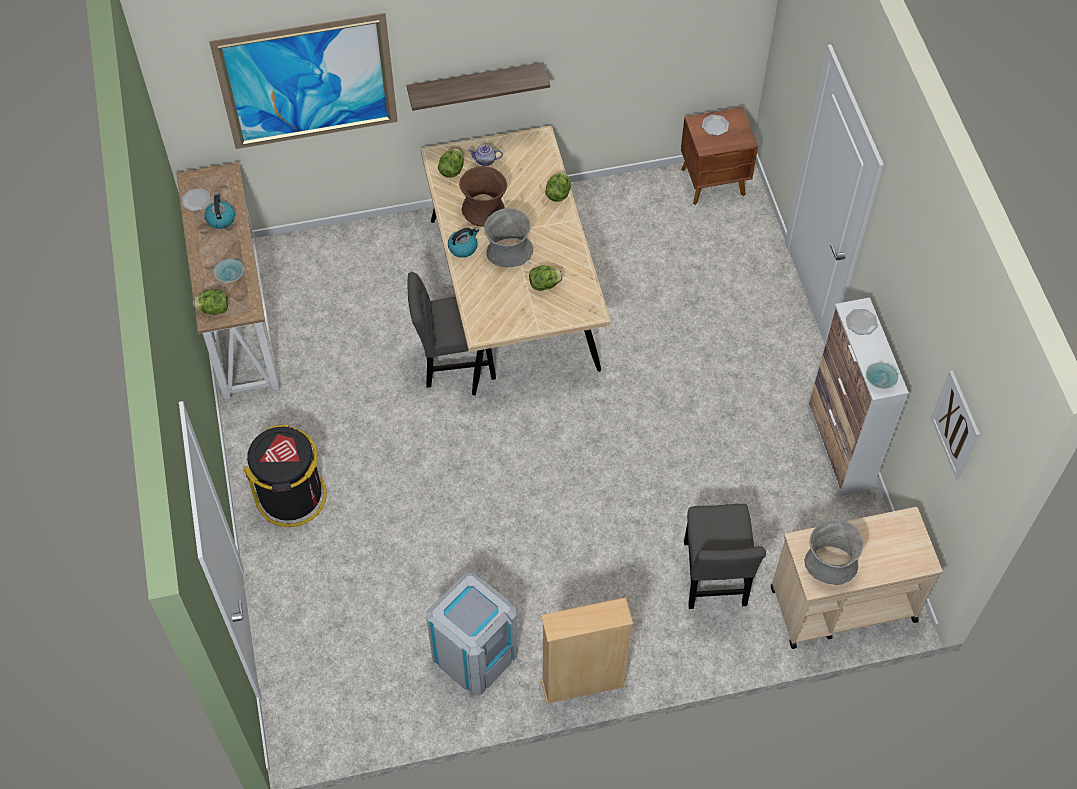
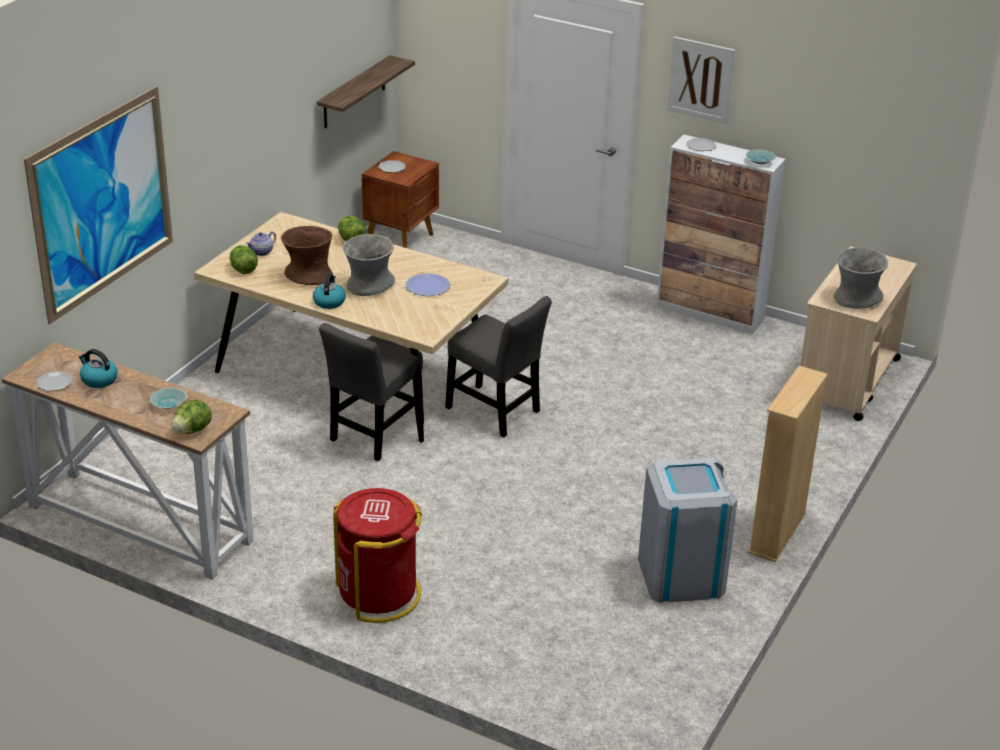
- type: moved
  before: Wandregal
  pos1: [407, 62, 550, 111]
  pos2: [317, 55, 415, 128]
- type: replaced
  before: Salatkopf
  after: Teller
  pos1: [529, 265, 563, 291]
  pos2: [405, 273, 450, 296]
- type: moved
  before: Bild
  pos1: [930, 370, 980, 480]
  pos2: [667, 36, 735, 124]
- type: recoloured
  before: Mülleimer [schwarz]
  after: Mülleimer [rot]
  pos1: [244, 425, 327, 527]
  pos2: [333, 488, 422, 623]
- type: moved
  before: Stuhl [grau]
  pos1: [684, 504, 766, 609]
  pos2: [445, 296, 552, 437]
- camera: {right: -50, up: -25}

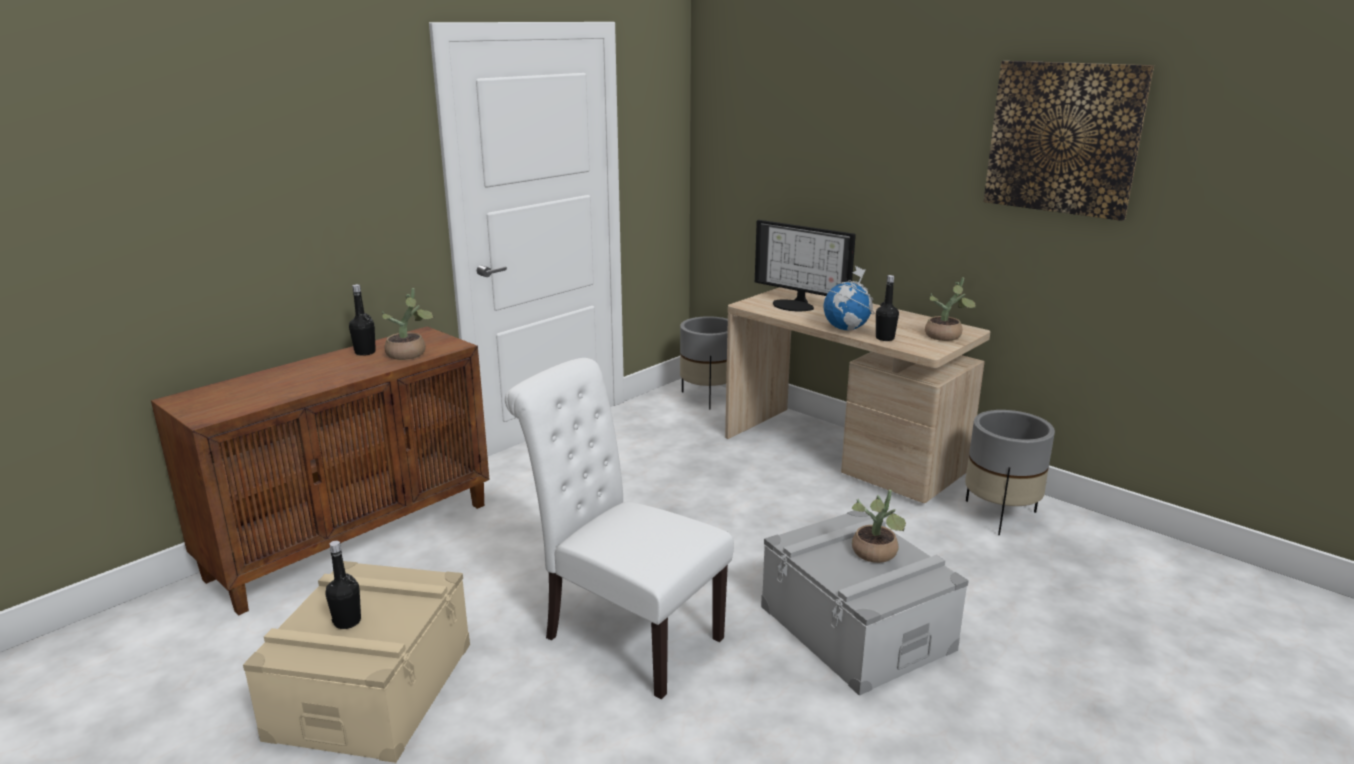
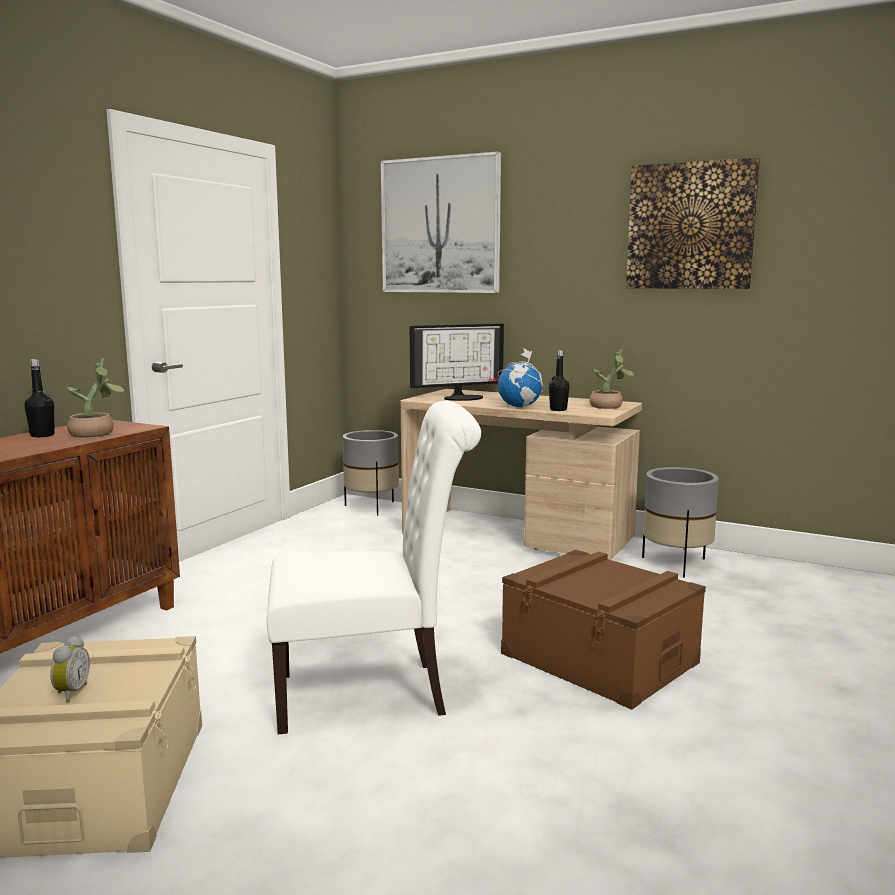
- type: turned
  before: Monitor
  pos1: [755, 220, 856, 312]
  pos2: [410, 323, 504, 401]
  turn: -45
- type: turned
  before: Stuhl [weiß]
  pos1: [505, 358, 734, 699]
  pos2: [267, 401, 481, 734]
  turn: 150
- type: removed
  before: Topfpflanze
  pos1: [852, 490, 906, 563]
- type: recoloured
  before: Aufbewahrungsbox [grau]
  after: Aufbewahrungsbox [braun]
  pos1: [761, 510, 969, 696]
  pos2: [501, 550, 706, 710]
- type: replaced
  before: Flasche [schwarz]
  after: Wecker
  pos1: [325, 541, 361, 629]
  pos2: [50, 636, 90, 702]
- type: added
  after: Bild
  pos2: [381, 152, 501, 293]
- camera: {right: -15, up: -10}

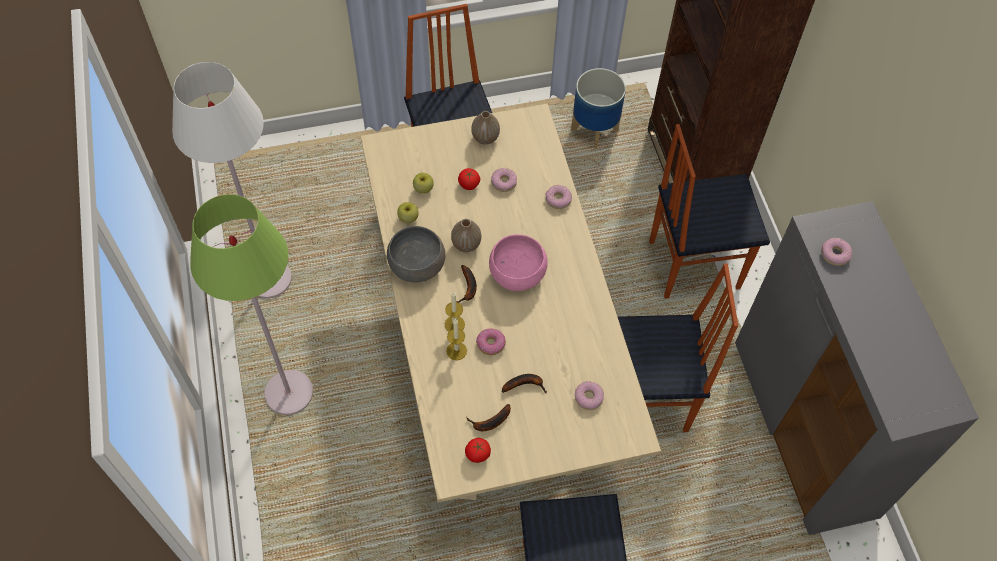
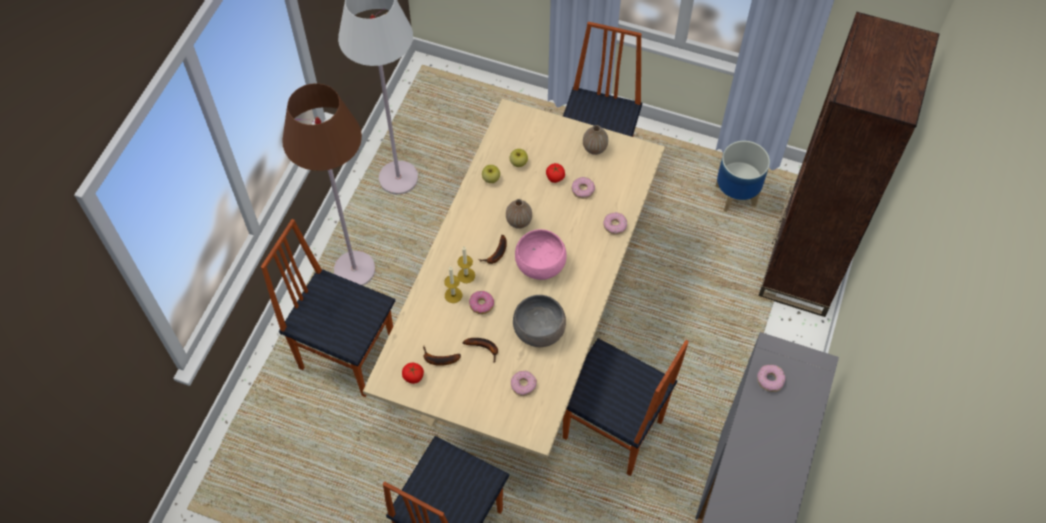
- type: moved
  before: Stuhl
  pos1: [649, 124, 770, 299]
  pos2: [261, 219, 395, 397]
- type: recoloured
  before: Stehlampe [grün]
  after: Stehlampe [braun]
  pos1: [190, 194, 313, 415]
  pos2: [282, 83, 375, 286]
- type: moved
  before: Schüssel [grau]
  pos1: [387, 226, 446, 283]
  pos2: [513, 295, 566, 347]
- camera: {right: 35, up: 0}

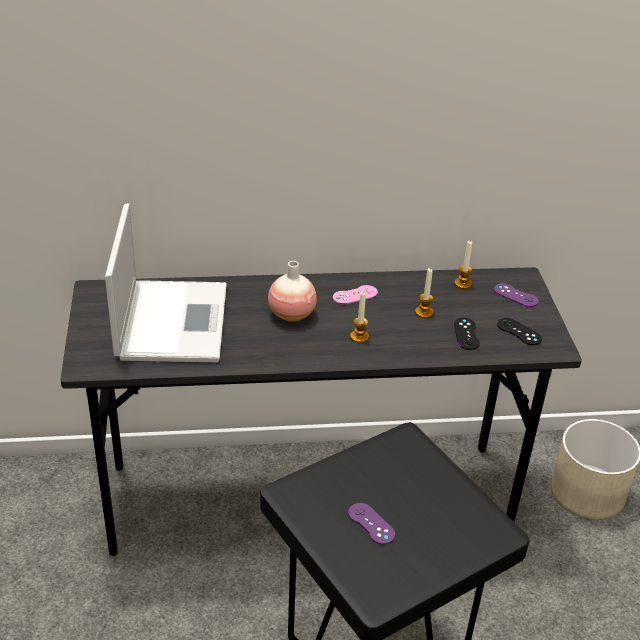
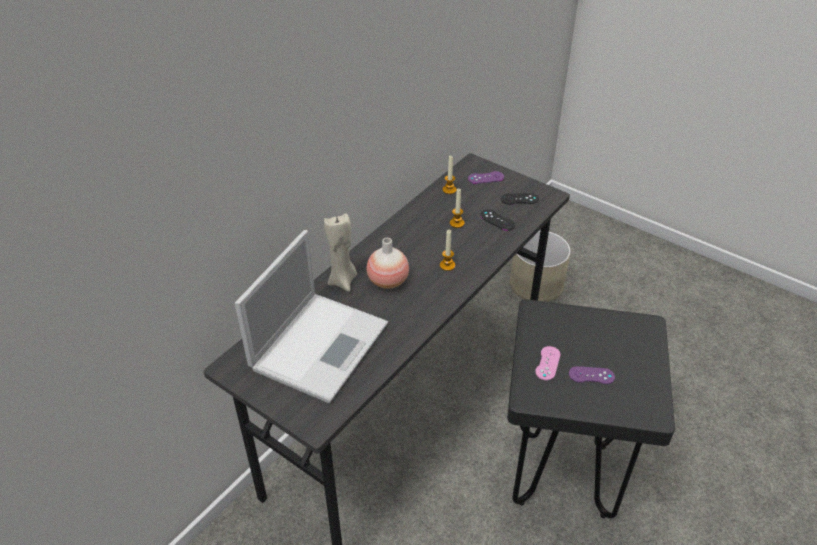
- type: turned
  before: Laptop
  pos1: [105, 203, 227, 362]
  pos2: [235, 230, 388, 403]
  turn: 75
- type: moved
  before: Gamepad [rosa]
  pos1: [333, 285, 378, 304]
  pos2: [535, 346, 561, 380]
- type: added
  after: Kerze [beige]
  pos2: [324, 213, 357, 292]
- camera: {right: -45, up: 5}

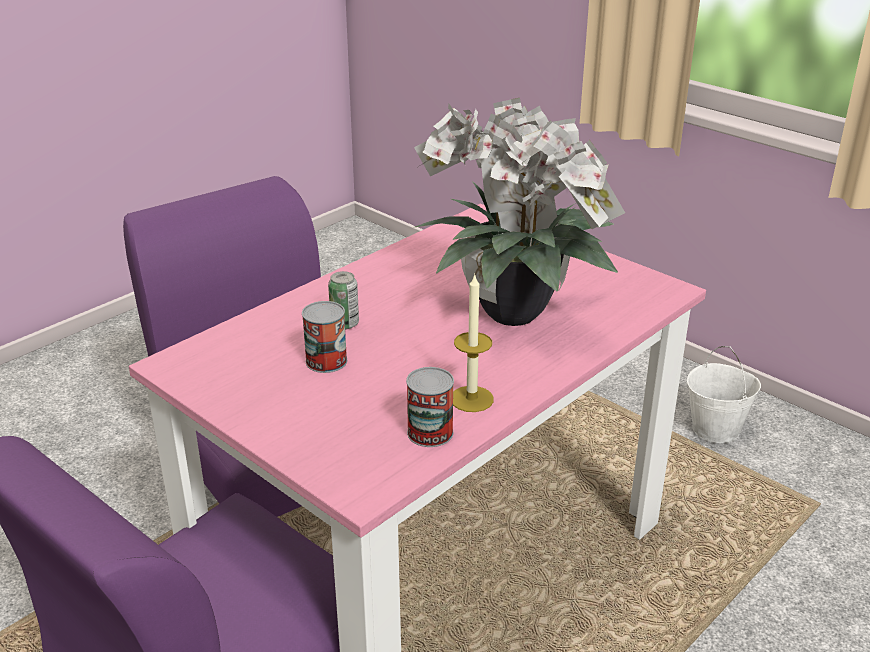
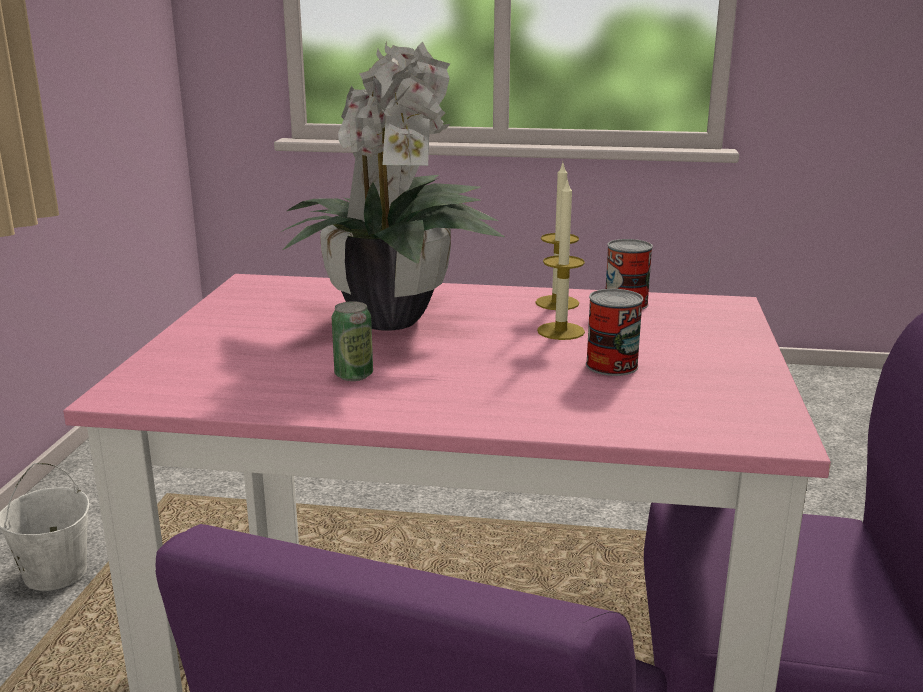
- type: moved
  before: Dose
  pos1: [328, 271, 359, 330]
  pos2: [332, 301, 373, 381]
- type: added
  after: Kerze
  pos2: [537, 178, 585, 340]
- camera: {right: -125, up: -10}

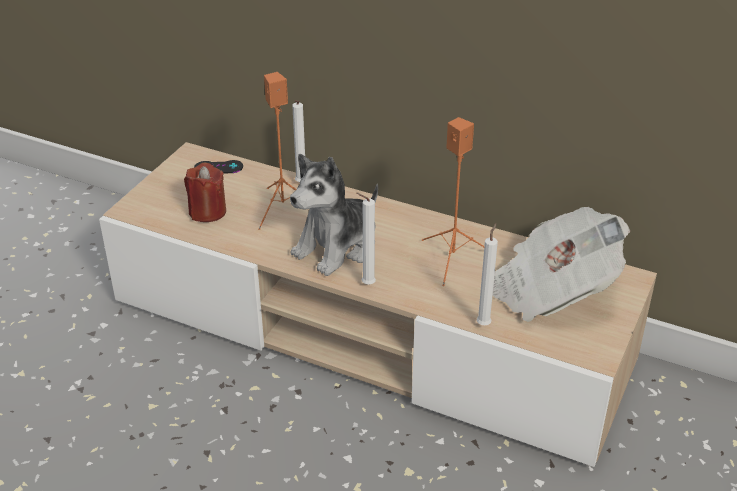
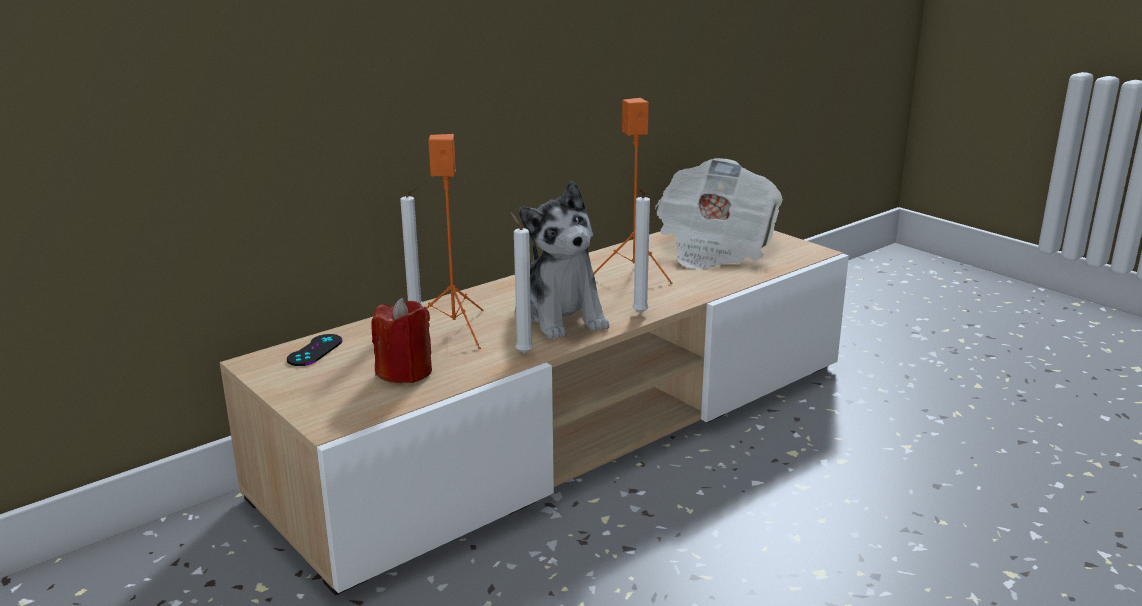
- type: moved
  before: Kerze [weiß]
  pos1: [477, 224, 498, 325]
  pos2: [510, 213, 533, 354]
- camera: {right: -65, up: -15}

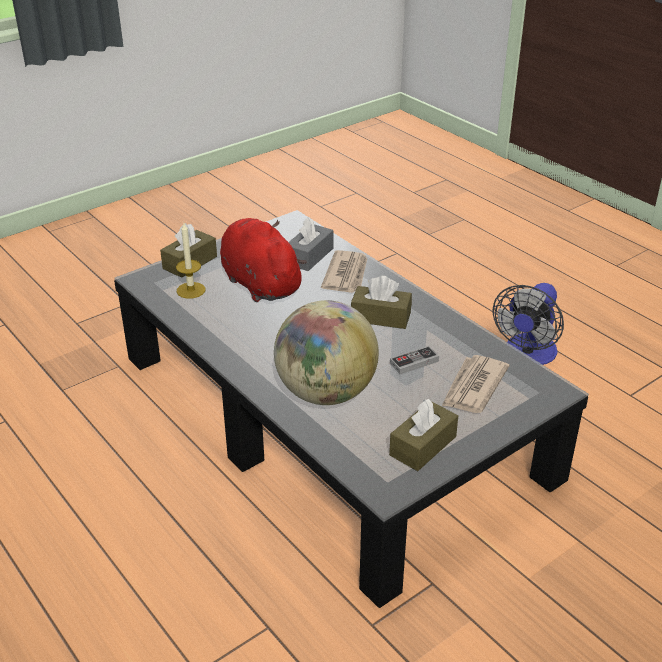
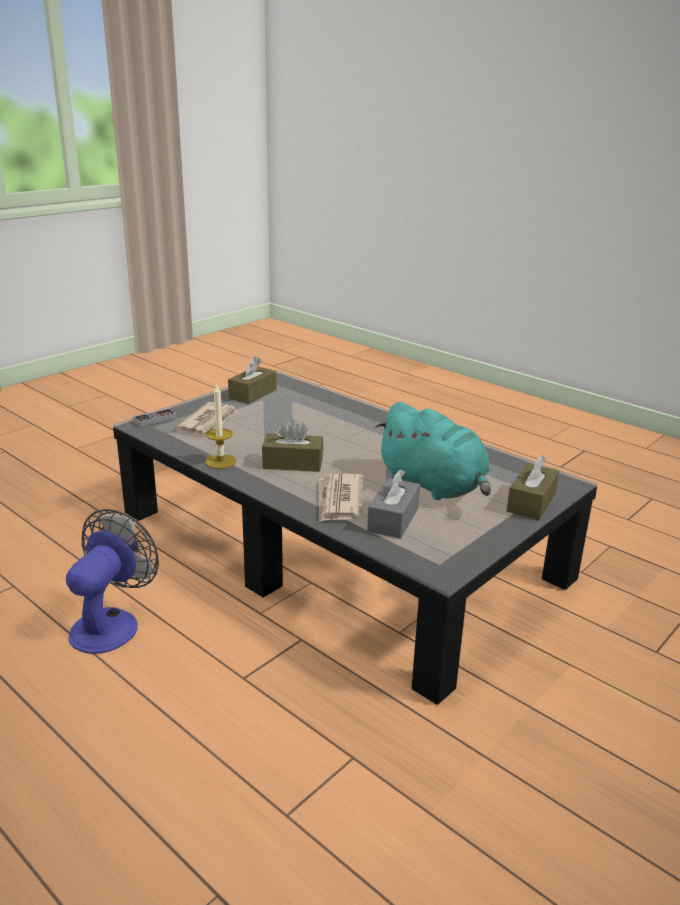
- type: recoloured
  before: Plüschtier [rot]
  after: Plüschtier [türkis]
  pos1: [220, 218, 307, 302]
  pos2: [375, 402, 491, 500]
- type: moved
  before: Kerze
  pos1: [176, 223, 206, 299]
  pos2: [205, 385, 236, 469]
- type: removed
  before: Globus
  pos1: [274, 300, 379, 405]
- type: moved
  before: Gamepad
  pos1: [390, 346, 439, 374]
  pos2: [133, 408, 177, 427]
- camera: {right: 170, up: -10}

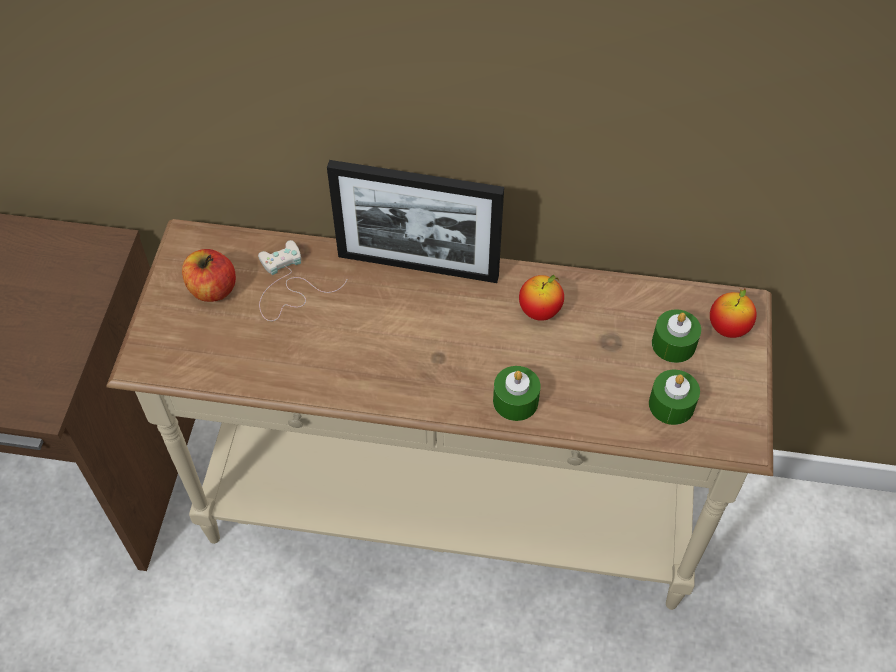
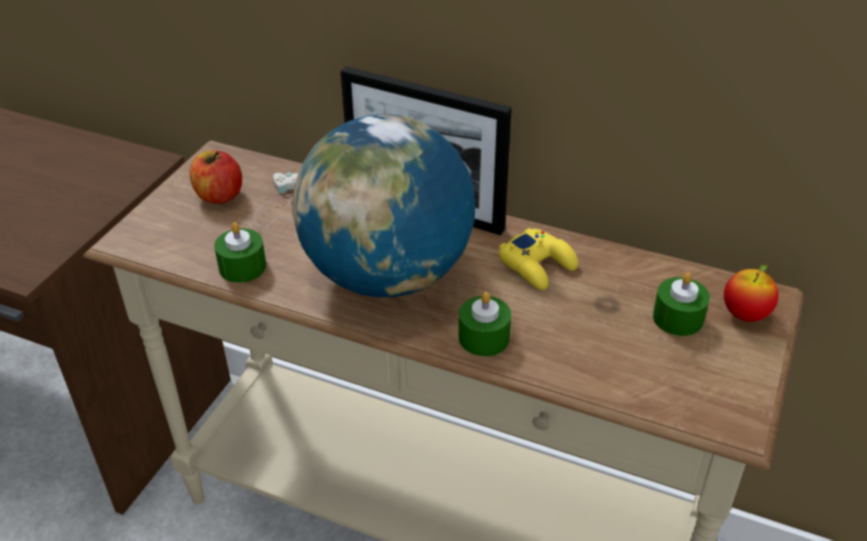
- type: replaced
  before: Apfel
  after: Gamepad [gelb]
  pos1: [519, 275, 564, 321]
  pos2: [499, 228, 578, 290]
- type: moved
  before: Kerze [grün]
  pos1: [649, 370, 700, 425]
  pos2: [214, 222, 266, 283]
- type: added
  after: Globus
  pos2: [292, 114, 475, 297]
- camera: {right: 15, up: -15}

